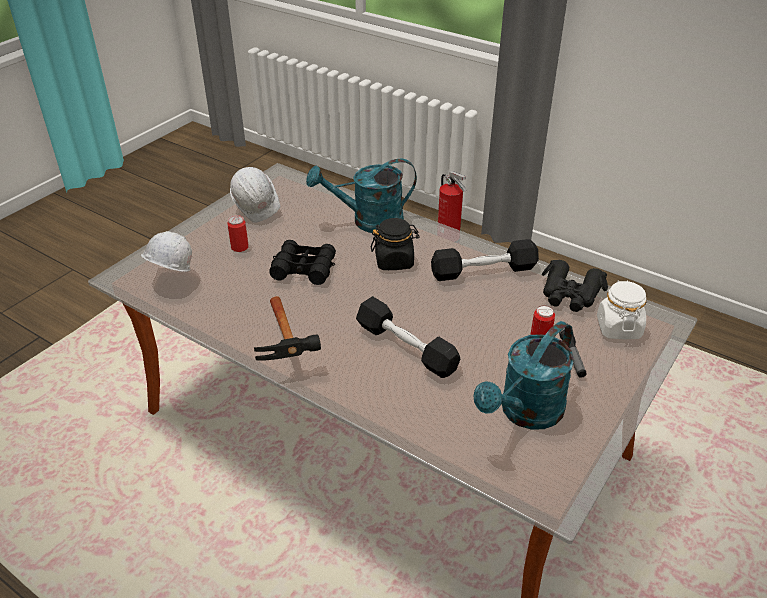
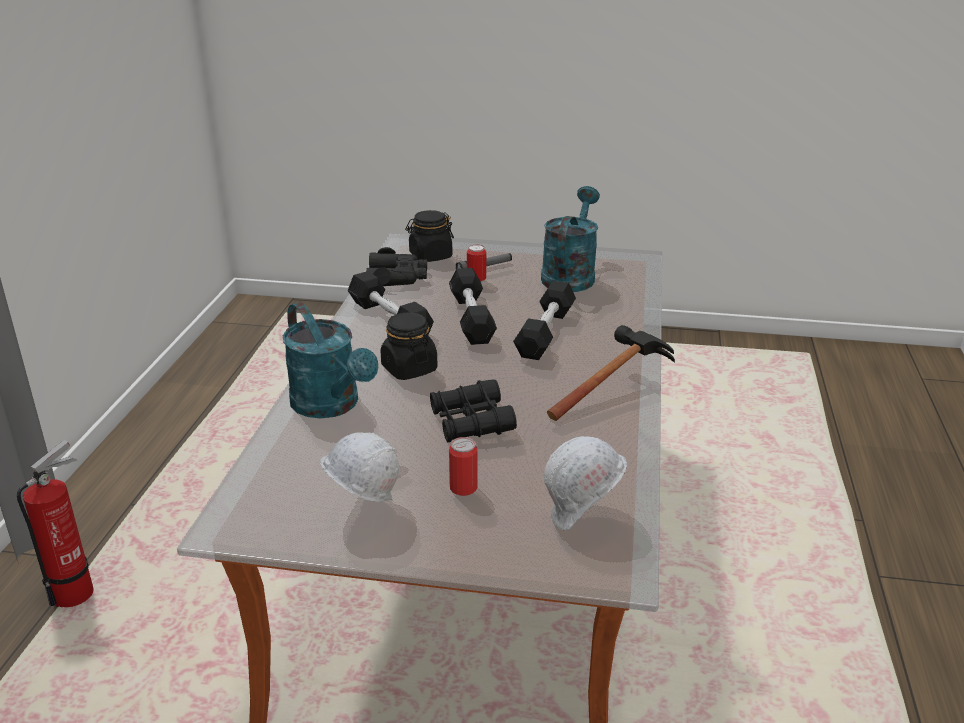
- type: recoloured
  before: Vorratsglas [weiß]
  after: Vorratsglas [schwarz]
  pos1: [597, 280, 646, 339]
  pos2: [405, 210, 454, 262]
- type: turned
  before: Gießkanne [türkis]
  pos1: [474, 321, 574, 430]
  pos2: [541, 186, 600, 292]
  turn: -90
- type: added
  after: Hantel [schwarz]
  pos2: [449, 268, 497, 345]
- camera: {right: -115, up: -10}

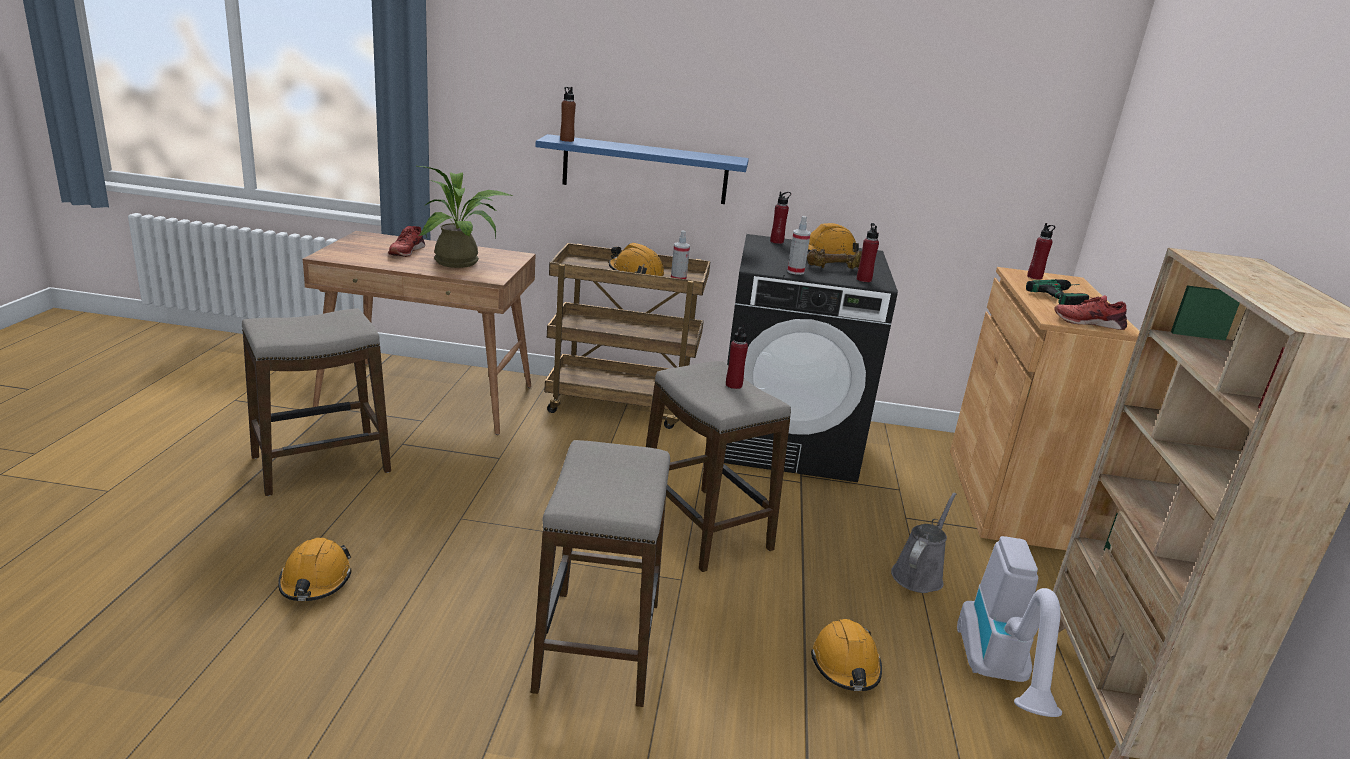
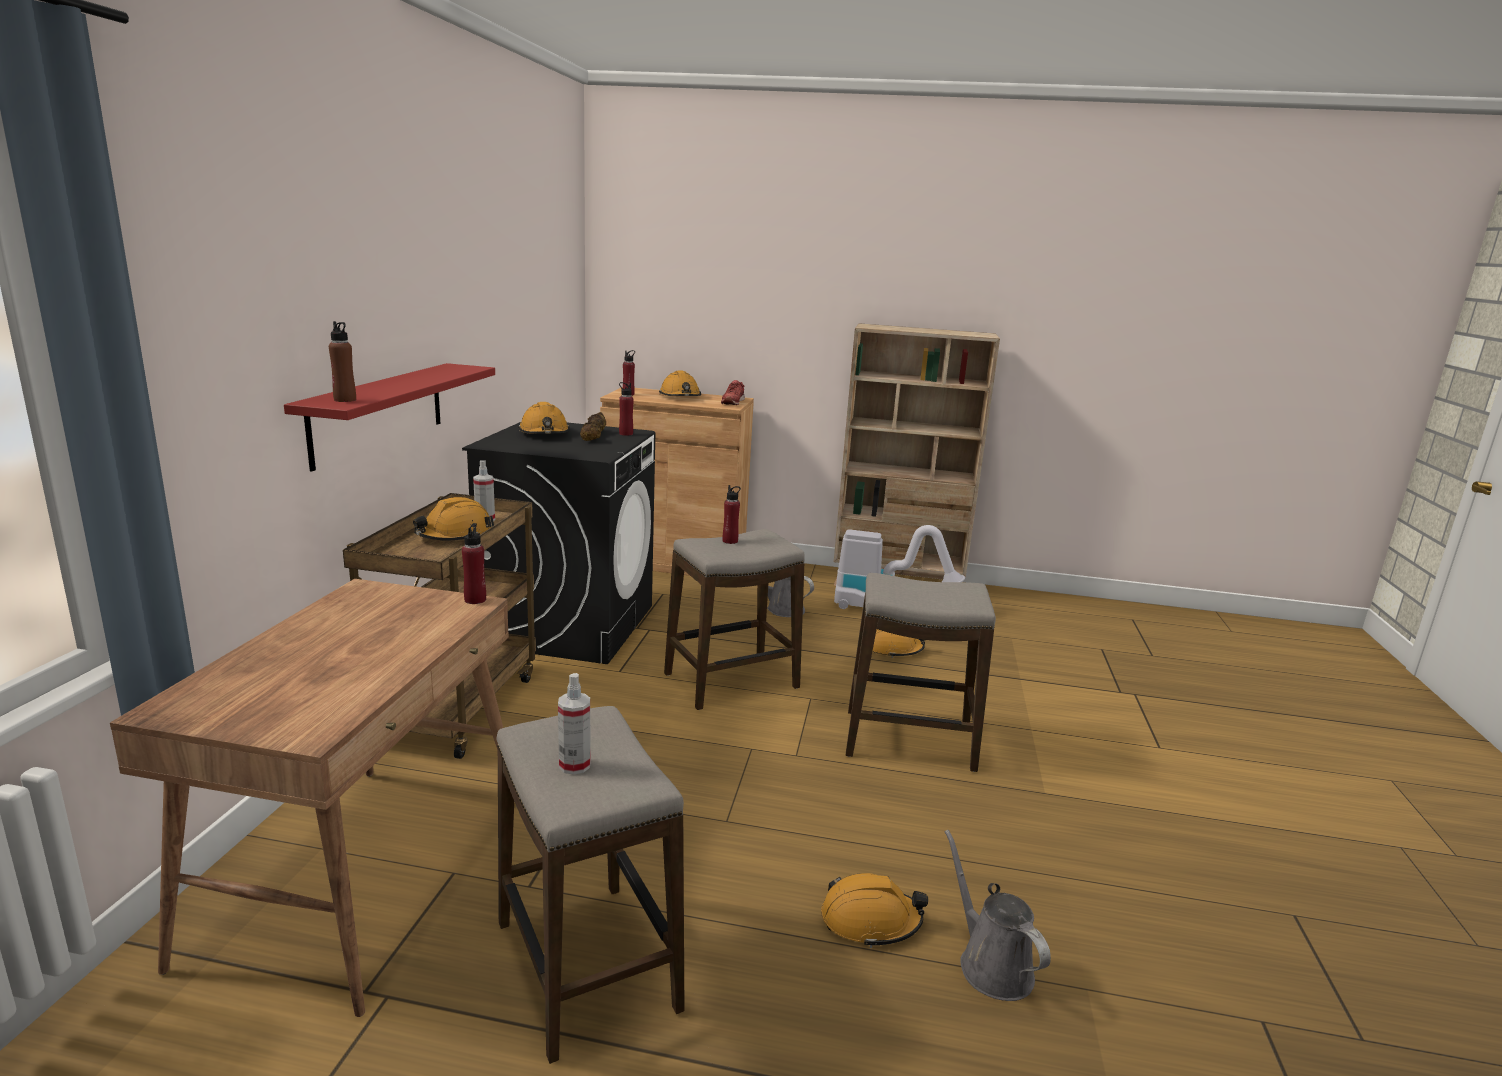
- type: recoloured
  before: Wandregal [blau]
  after: Wandregal [rot]
  pos1: [536, 134, 749, 204]
  pos2: [284, 363, 495, 472]
- type: removed
  before: Topfpflanze
  pos1: [417, 166, 512, 268]
- type: moved
  before: Flasche [rot]
  pos1: [770, 191, 791, 244]
  pos2: [462, 523, 486, 604]
- type: moved
  before: Sprühflasche
  pos1: [787, 216, 811, 275]
  pos2: [558, 673, 591, 775]
- type: removed
  before: Schuh [rot]
  pos1: [388, 226, 425, 257]
- type: replaced
  before: Bohrmaschine
  after: Schutzhelm [orange]
  pos1: [1026, 279, 1089, 305]
  pos2: [659, 371, 701, 396]
- type: added
  after: Gießkanne [grau]
  pos2: [945, 830, 1051, 1001]
- camera: {right: -85, up: -5}

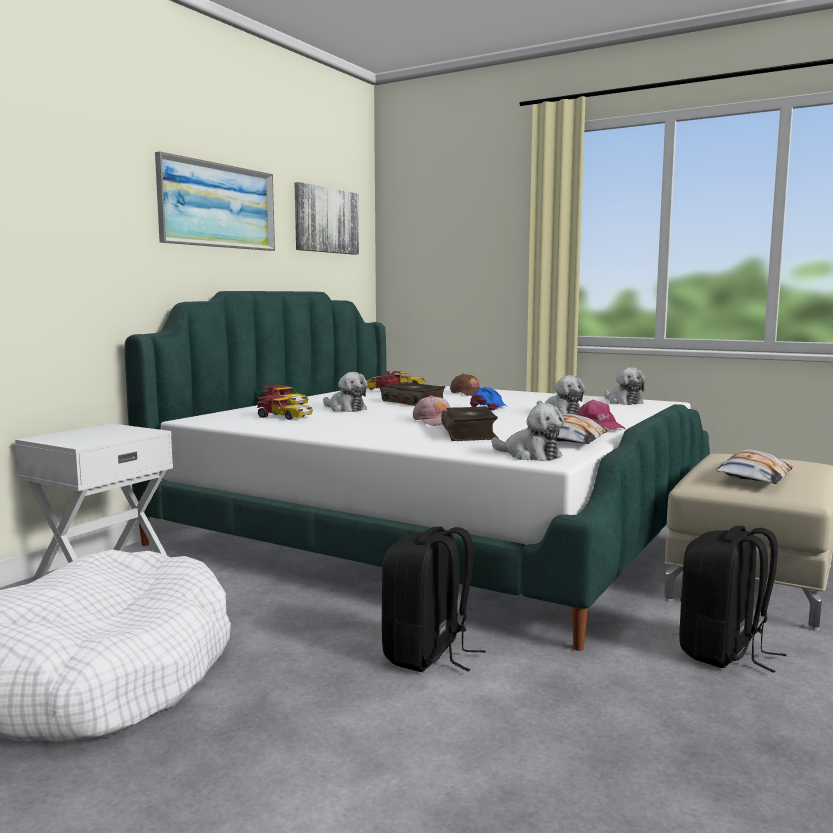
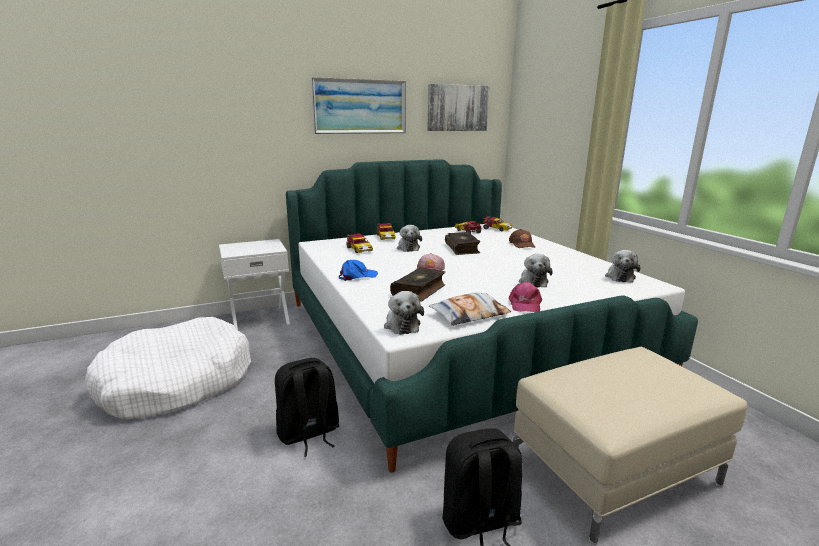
- type: moved
  before: Kappe [blau]
  pos1: [470, 387, 506, 411]
  pos2: [339, 260, 378, 281]
- type: removed
  before: Kissen
  pos1: [716, 449, 793, 484]
- camera: {right: 35, up: 10}

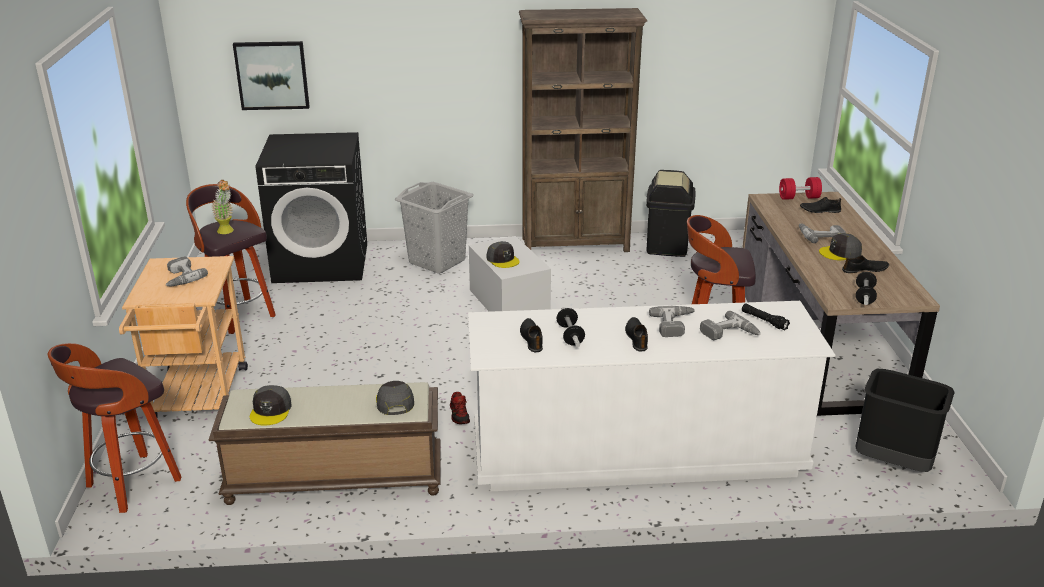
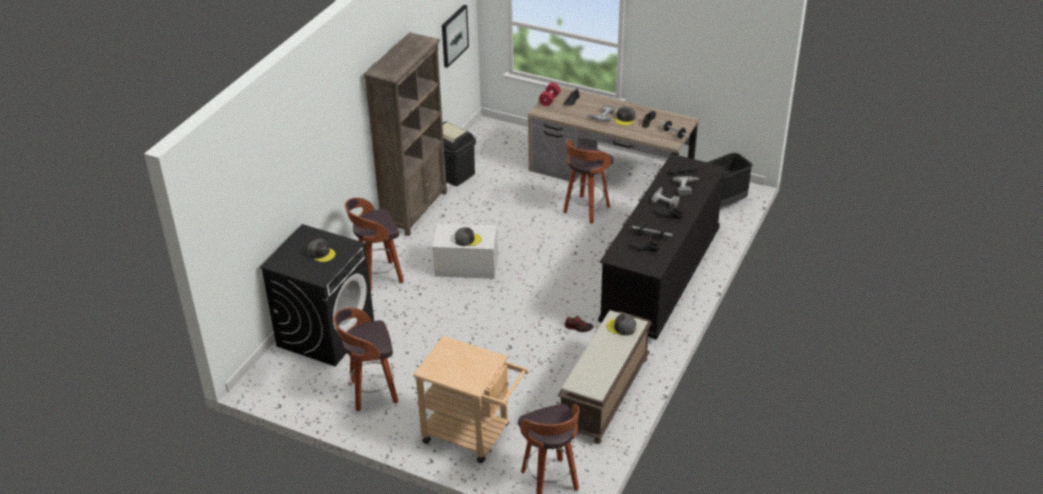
- type: moved
  before: Bild
  pos1: [233, 41, 310, 110]
  pos2: [442, 5, 469, 68]
- type: removed
  before: Topfpflanze
  pos1: [212, 180, 234, 234]
- type: replaced
  before: Wäschekorb [grau]
  after: Hocker
  pos1: [395, 182, 474, 274]
  pos2: [345, 198, 404, 291]
- type: removed
  before: Bohrmaschine
  pos1: [166, 256, 208, 286]
- type: recoloured
  before: Kommode [weiß]
  after: Kommode [schwarz]
  pos1: [468, 301, 835, 491]
  pos2: [598, 154, 726, 340]
- type: moved
  before: Kappe [grau]
  pos1: [250, 385, 292, 426]
  pos2: [307, 239, 336, 262]
- camera: {right: -60, up: 10}

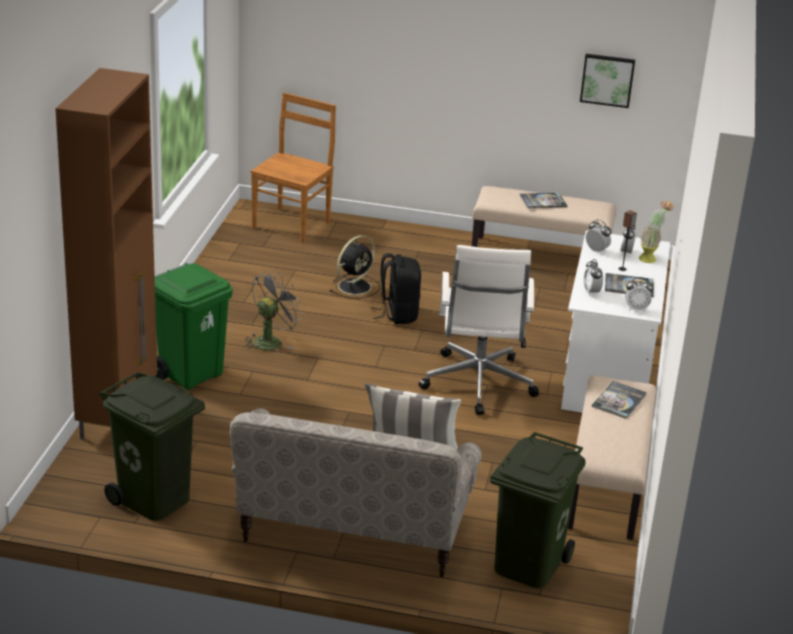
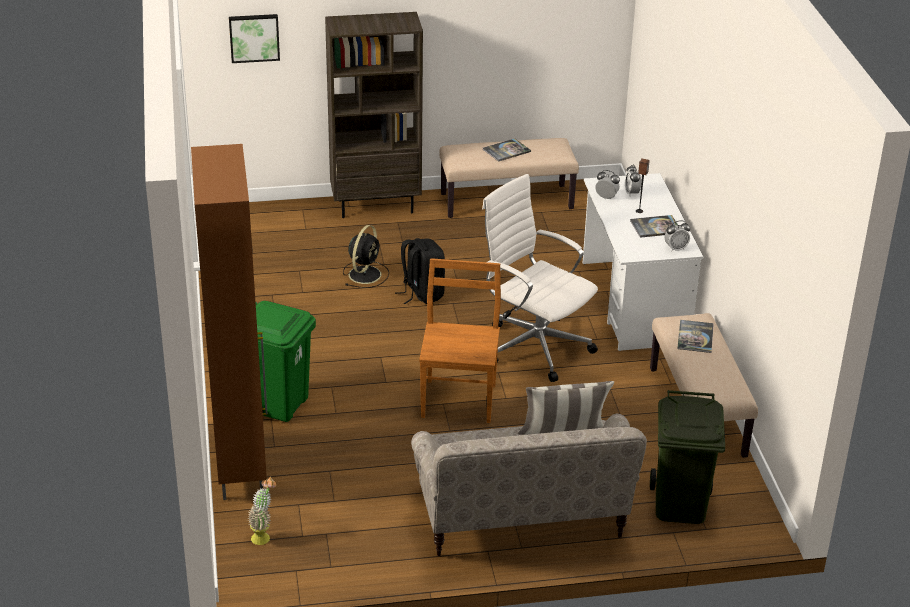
- type: moved
  before: Bild
  pos1: [580, 54, 635, 108]
  pos2: [229, 14, 280, 63]
- type: moved
  before: Stuhl [braun]
  pos1: [251, 92, 336, 243]
  pos2: [419, 258, 501, 423]
- type: moved
  before: Topfpflanze
  pos1: [639, 200, 674, 263]
  pos2: [248, 477, 276, 545]
- type: turned
  before: Bürostuhl [weiß]
  pos1: [419, 245, 539, 415]
  pos2: [482, 174, 598, 382]
  turn: 150
- type: removed
  before: Wecker
  pos1: [583, 259, 603, 296]
- type: removed
  before: Ventilator [grau]
  pos1: [245, 271, 304, 350]
- type: removed
  before: Mülleimer [grün]
  pos1: [99, 372, 205, 521]
- type: added
  after: Bücherregal [braun]
  pos2: [325, 12, 423, 218]
- camera: {right: -20, up: 5}

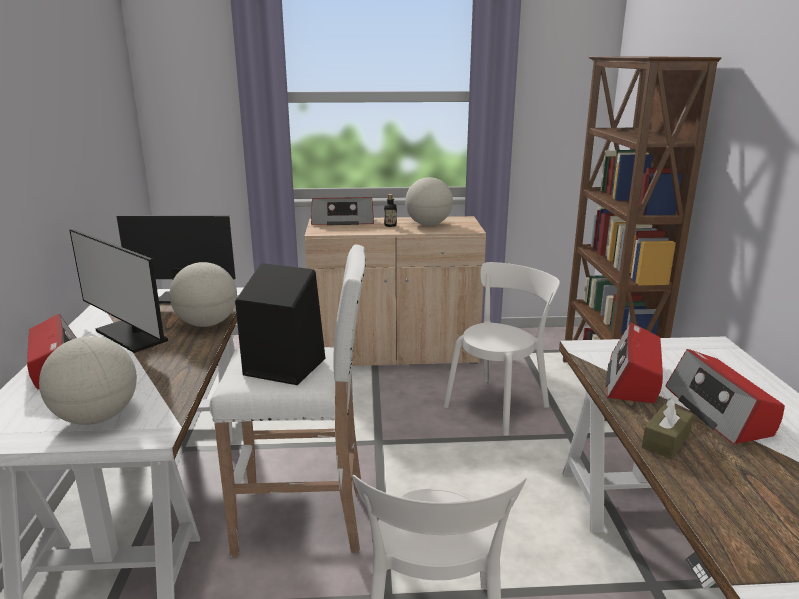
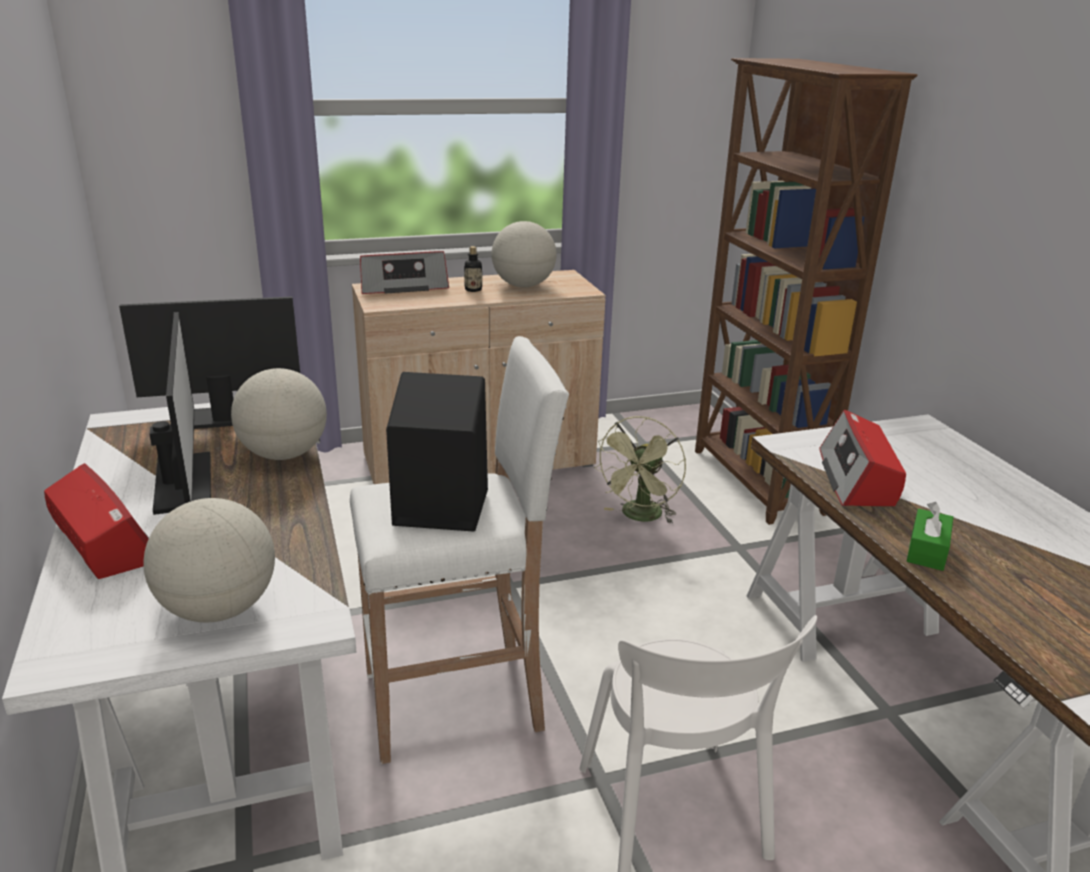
- type: turned
  before: Monitor
  pos1: [69, 229, 168, 353]
  pos2: [149, 312, 211, 515]
  turn: -135
- type: replaced
  before: Stuhl [weiß]
  after: Ventilator [grün]
  pos1: [444, 262, 560, 436]
  pos2: [594, 416, 686, 524]
- type: removed
  before: Radio
  pos1: [665, 349, 785, 445]
- type: recoloured
  before: Taschentuchbox [braun]
  after: Taschentuchbox [grün]
  pos1: [642, 398, 694, 459]
  pos2: [907, 502, 953, 571]
- camera: {right: -15, up: 5}

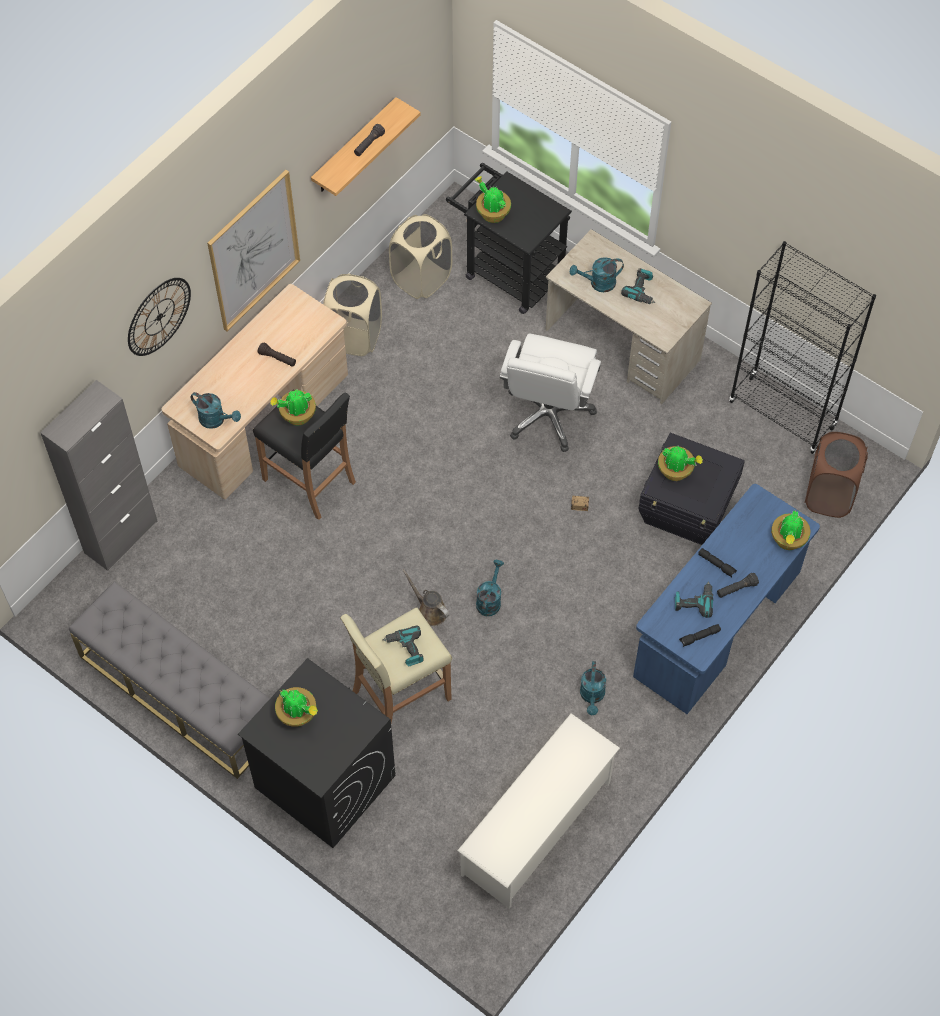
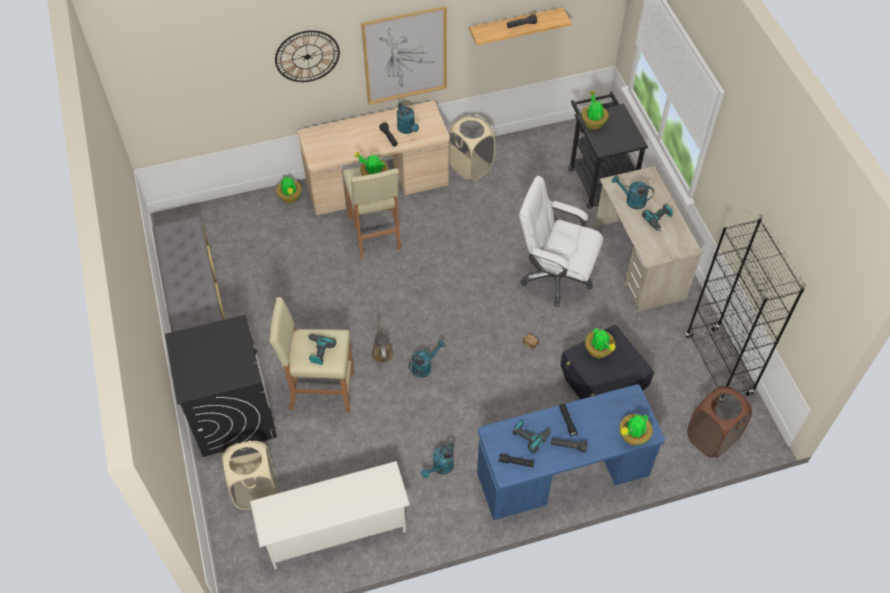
- type: moved
  before: Wäschekorb [beige]
  pos1: [389, 214, 452, 299]
  pos2: [222, 441, 278, 510]
- type: turned
  before: Bürostuhl [weiß]
  pos1: [500, 333, 601, 452]
  pos2: [519, 176, 603, 307]
  turn: 60
- type: removed
  before: Schrank [grau]
  pos1: [40, 380, 157, 571]
- type: recoloured
  before: Hocker [schwarz]
  after: Hocker [beige]
  pos1: [253, 389, 356, 520]
  pos2: [342, 161, 401, 258]
- type: moved
  before: Gießkanne [türkis]
  pos1: [190, 392, 241, 429]
  pos2: [397, 102, 419, 134]
- type: moved
  before: Topfpflanze
  pos1: [275, 687, 318, 727]
  pos2: [276, 176, 302, 203]
- camera: {right: 35, up: -5}

